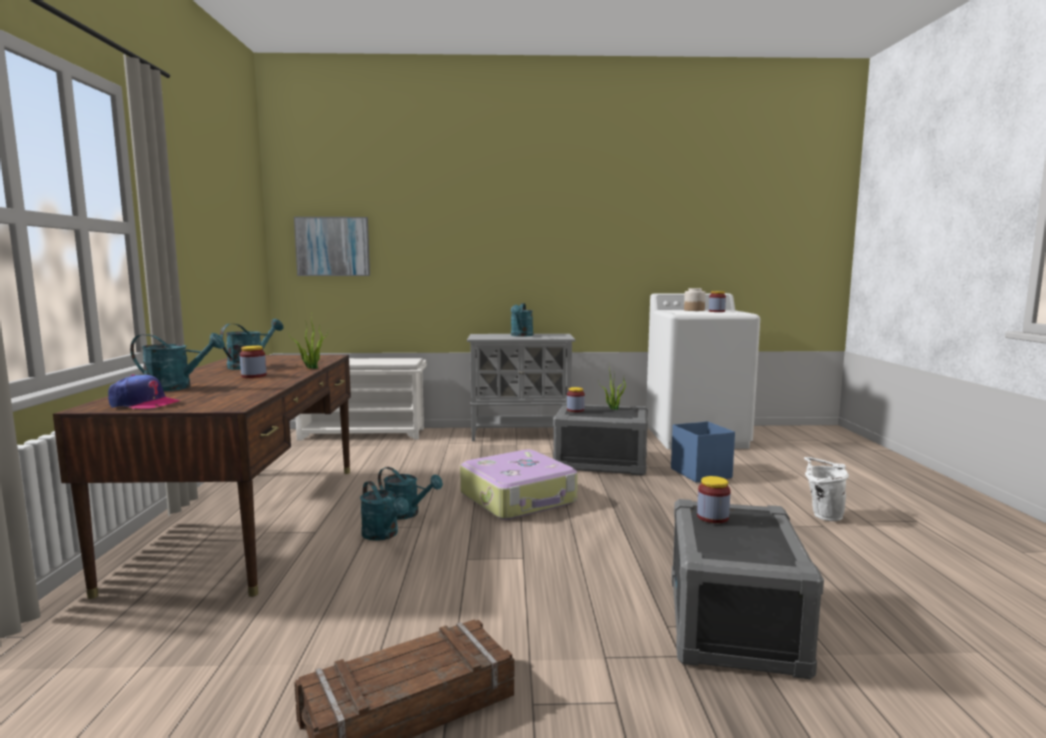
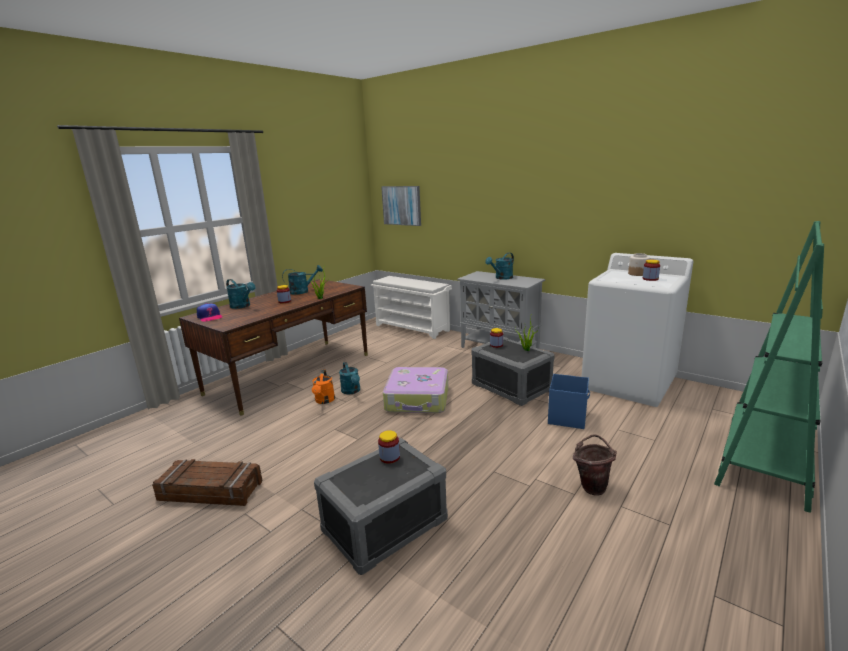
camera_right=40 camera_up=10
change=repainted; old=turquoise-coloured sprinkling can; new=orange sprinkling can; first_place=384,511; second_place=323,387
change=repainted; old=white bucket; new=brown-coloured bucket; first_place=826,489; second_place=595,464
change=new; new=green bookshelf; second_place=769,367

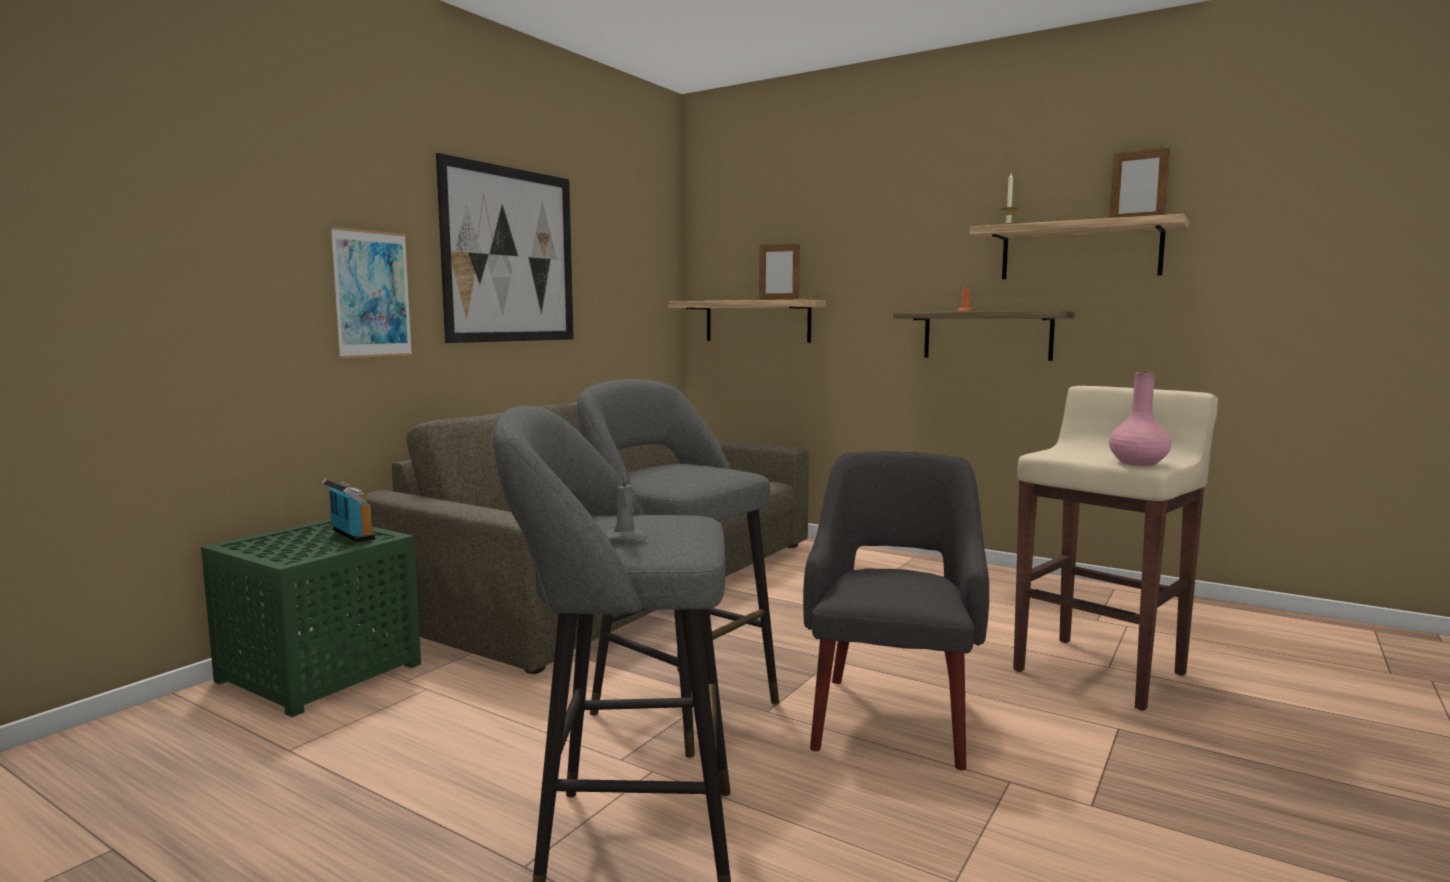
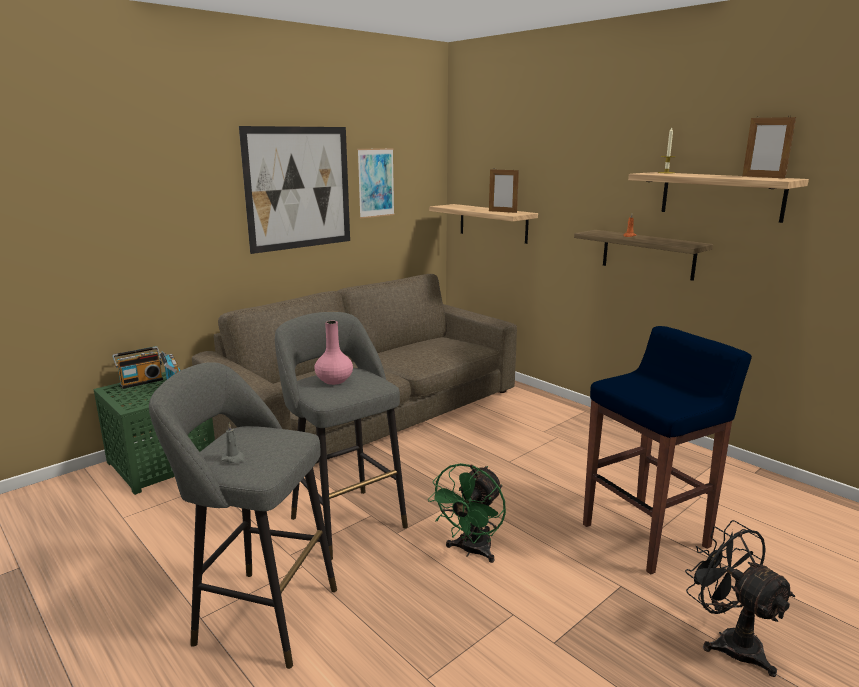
camera_right=15 camera_up=10
change=new; new=radio; second_place=137,367
change=shifted; old=pink-coloured vase; first_place=1140,419; second_place=334,353
change=shifted; old=wall art; first_place=371,292; second_place=376,183
change=swapped; old=gray armchair; new=green cooling fan; first_place=896,610; second_place=467,513
change=repainted; old=beige stool seat; new=blue stool seat; first_place=1115,548; second_place=667,450
change=new; new=black cooling fan; second_place=740,598

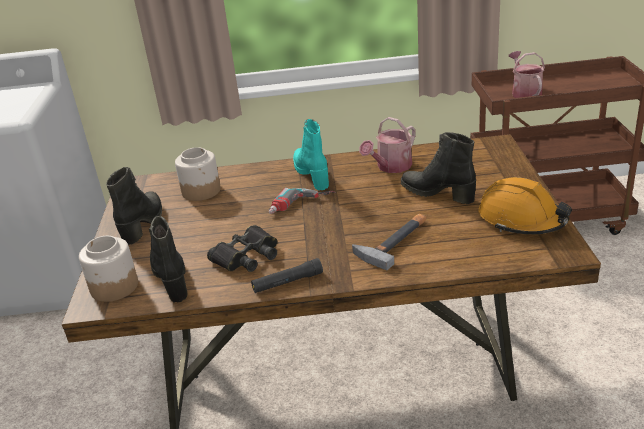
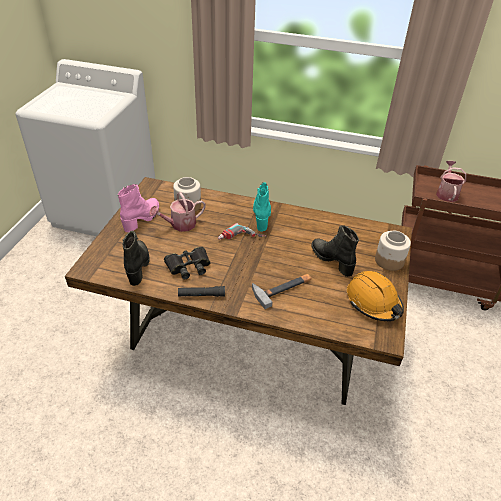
camera_right=15 camera_up=10
change=repainted; old=black high-top boot; new=pink-coloured high-top boot; first_place=134,206; second_place=138,208
change=shifted; old=sprinkling can; first_place=387,145; second_place=177,212
change=shifted; old=storage jar; first_place=108,269; second_place=393,251

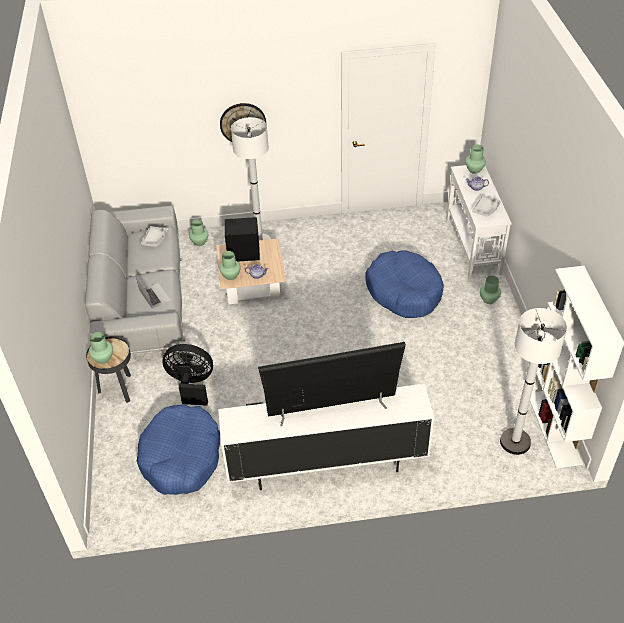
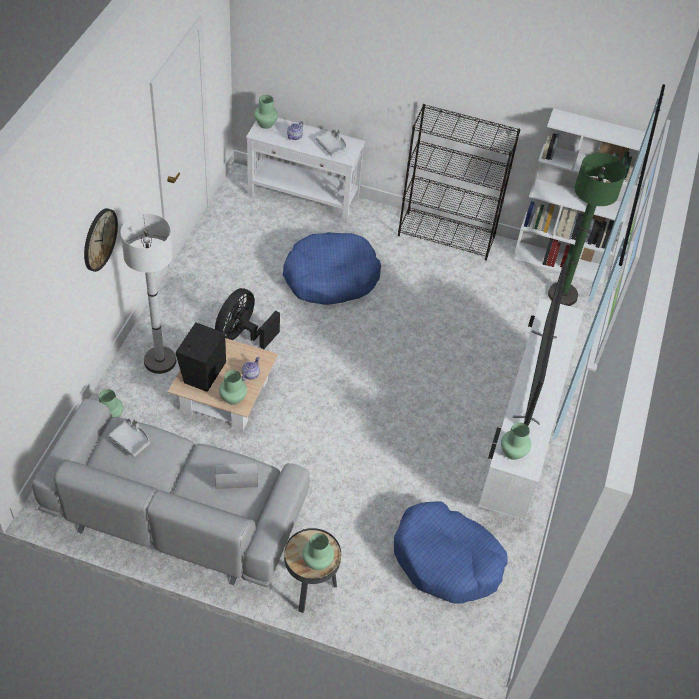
camera_right=-70 camera_up=5
change=shifted; old=black cooling fan; first_place=187,375; second_place=247,318
change=new; new=black bookshelf; second_place=459,182
change=shifted; old=green vase; first_place=490,290; second_place=516,441
change=repainted; old=white floor lamp; new=green floor lamp; first_place=533,381; second_place=587,229

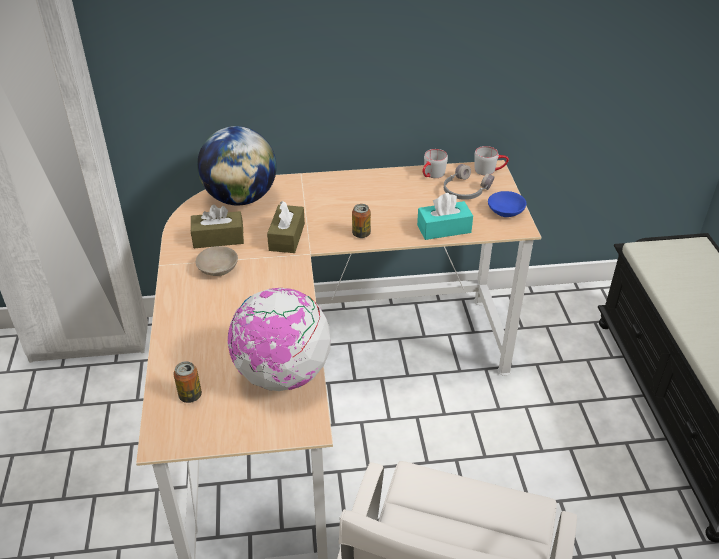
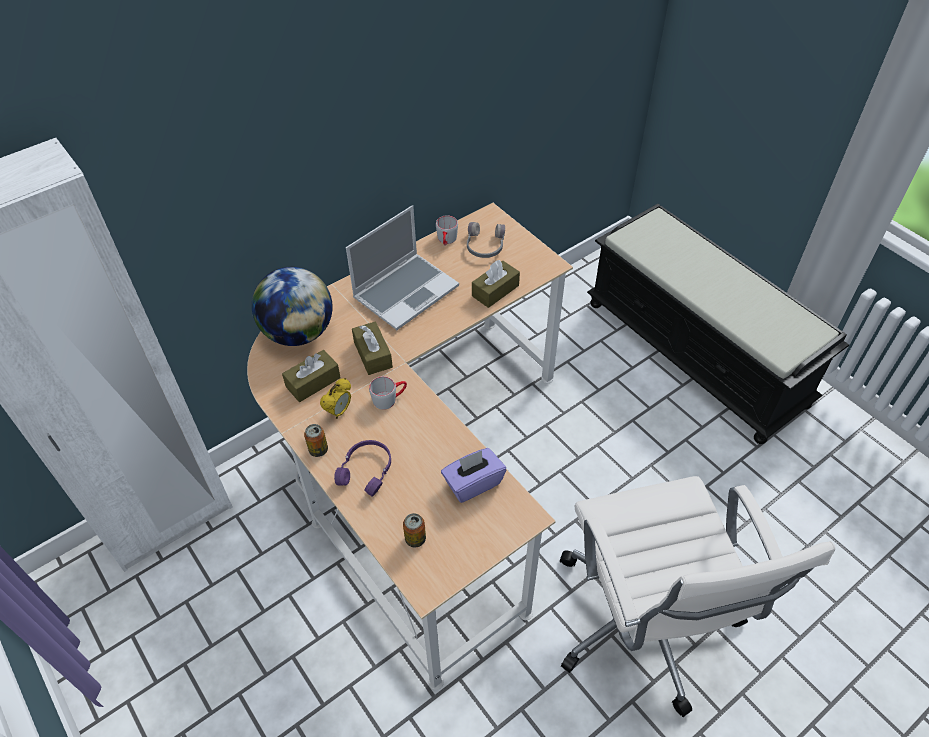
camera_right=-30 camera_up=10
change=shifted; old=sealed can; first_place=361,221; second_place=316,440
change=swapped; old=beige bowl; new=alarm clock; first_place=217,261; second_place=335,398
change=new; new=purple pair of headphones; second_place=362,468
change=new; new=notebook computer; second_place=402,267
change=shifted; old=gray coffee mug; first_place=492,160; second_place=388,393
change=swapped; old=desk globe; new=purple tissue holder; first_place=279,339; second_place=473,475
change=repainted; old=turquoise-coloured tissue holder; new=brown-coloured tissue holder; first_place=445,216; second_place=496,284
change=gone; old=blue bowl; first_place=507,204

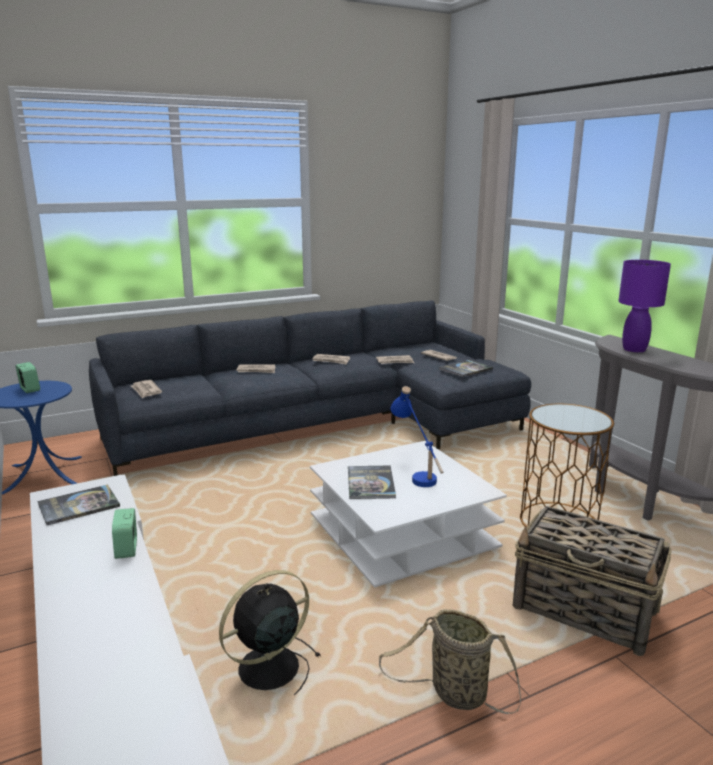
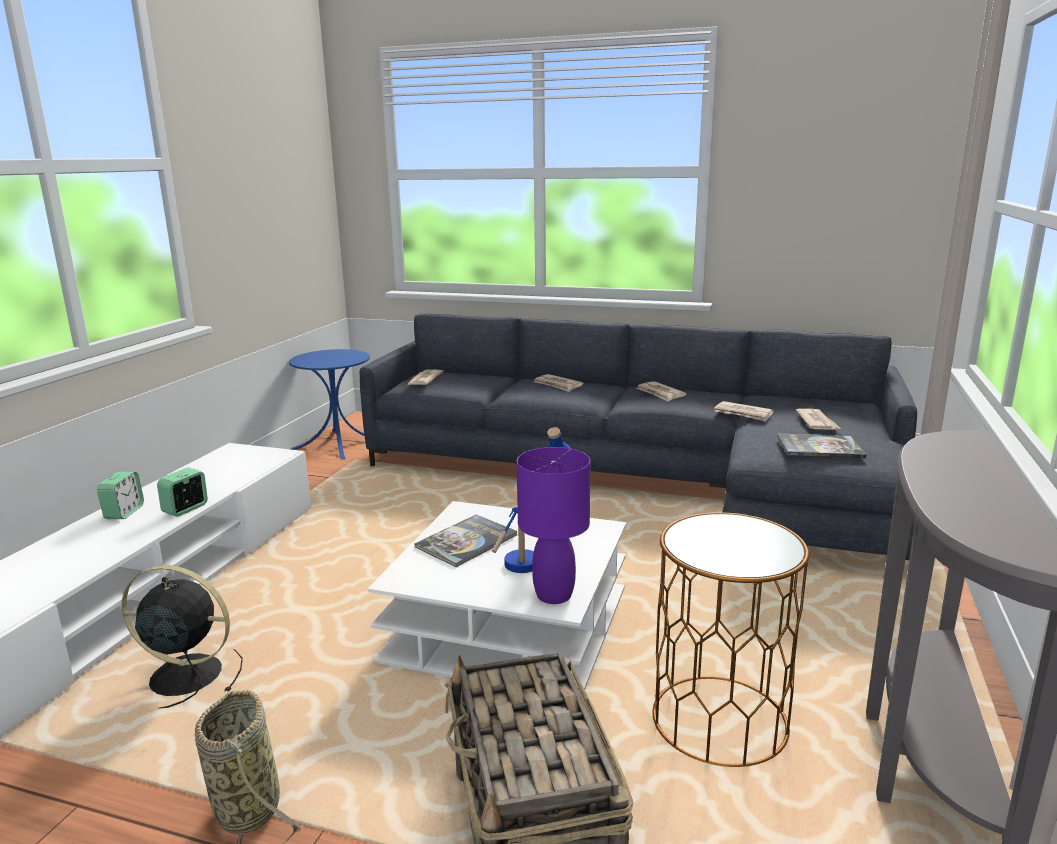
camera_right=45 camera_up=0
change=shifted; old=alarm clock; first_place=28,377; second_place=120,495
change=shifted; old=purple table lamp; first_place=644,306; second_place=553,525
change=gone; old=volume; first_place=78,504

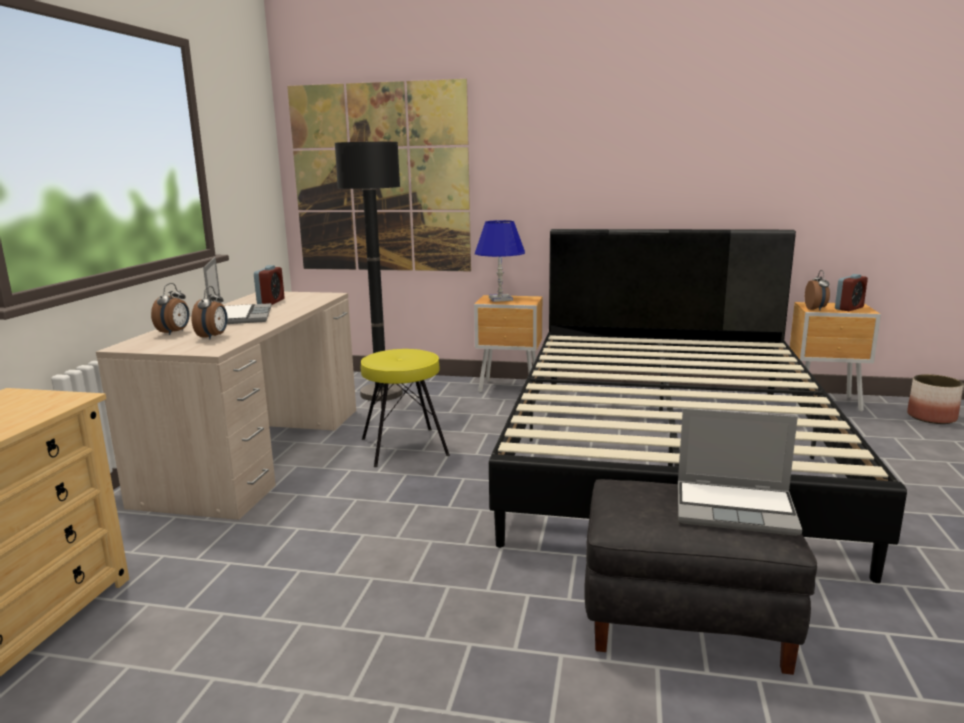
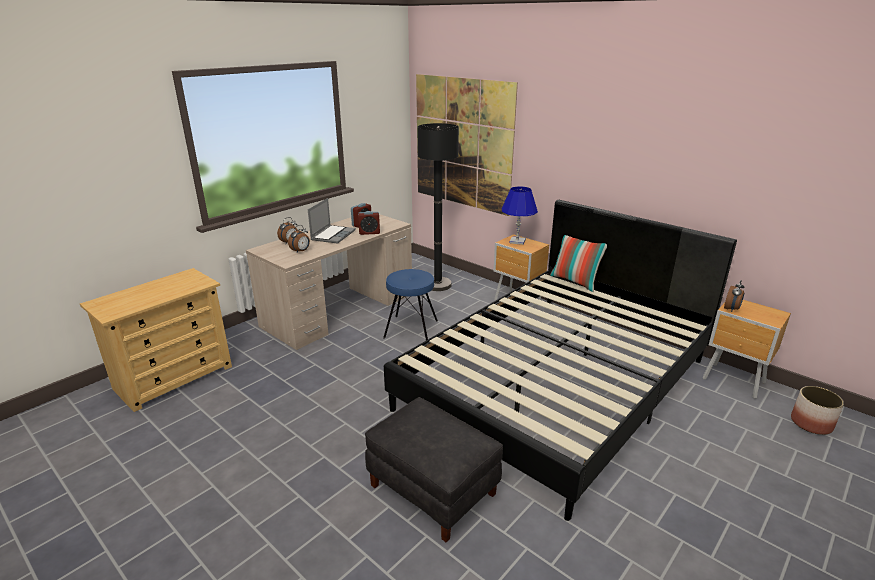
camera_right=30 camera_up=10
change=shifted; old=alarm clock; first_place=851,292; second_place=369,223
change=repainted; old=yellow stool seat; new=blue stool seat; first_place=405,408; second_place=410,304
change=new; new=cushion; second_place=578,263
change=gone; old=notebook computer; first_place=740,472

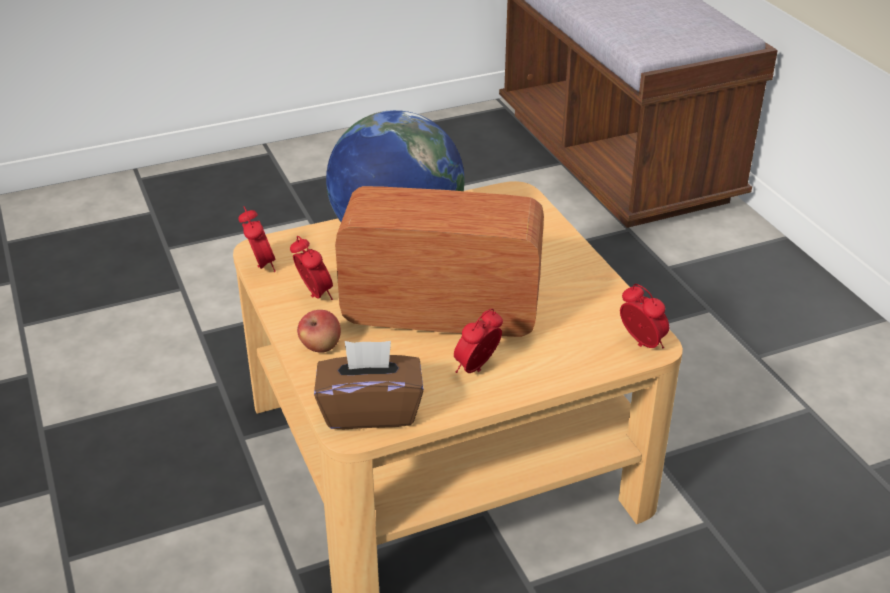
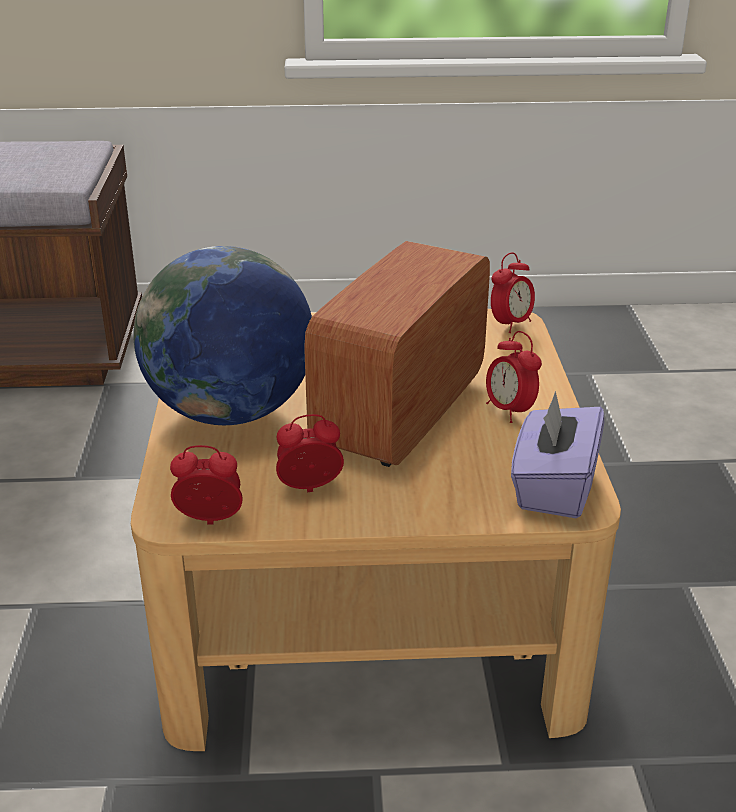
camera_right=-70 camera_up=-5
change=rotated; old=alarm clock; first_place=644,316; second_place=513,292; degrees=150
change=repainted; old=brown-coloured tissue holder; new=purple tissue holder; first_place=369,385; second_place=558,454
change=gone; old=apple fruit; first_place=319,331

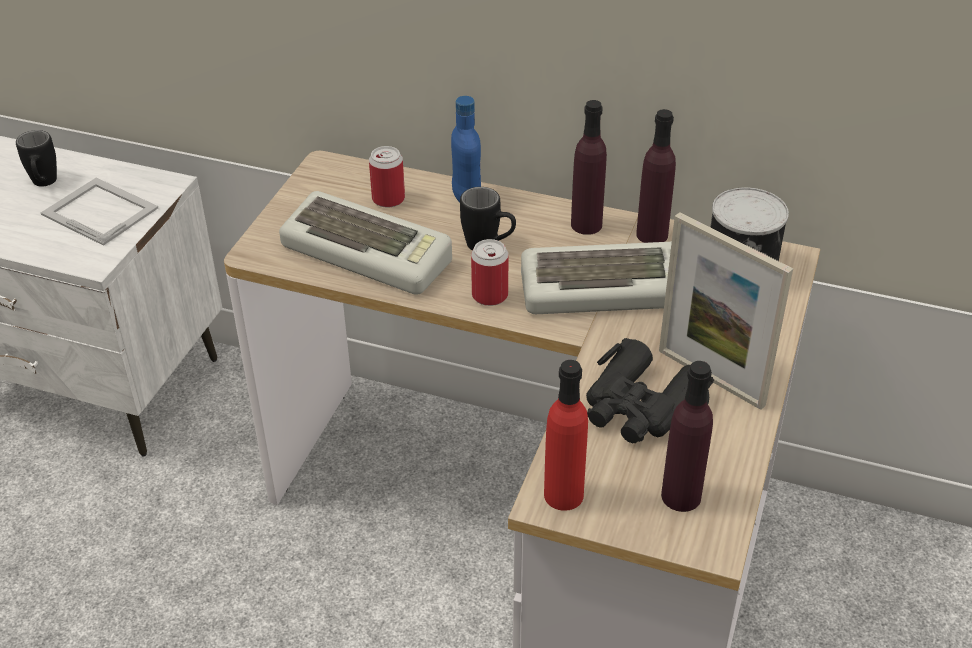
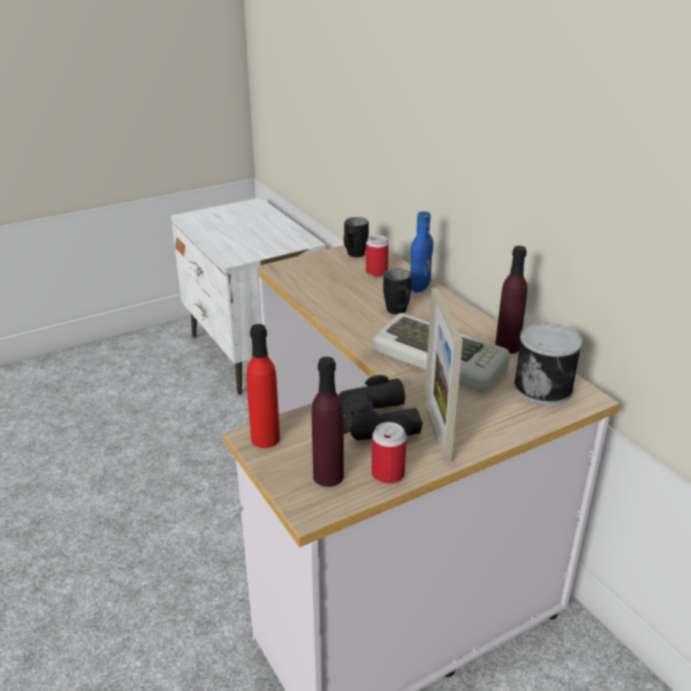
camera_right=40 camera_up=-10
change=shifted; old=black coffee mug; first_place=36,158; second_place=356,237
change=shifted; old=sealed can; first_place=489,272; second_place=389,453
change=gone; old=standing frame; first_place=99,212
change=gone; old=PC keyboard; first_place=365,243
change=gone; old=purple drink bottle; first_place=589,167

